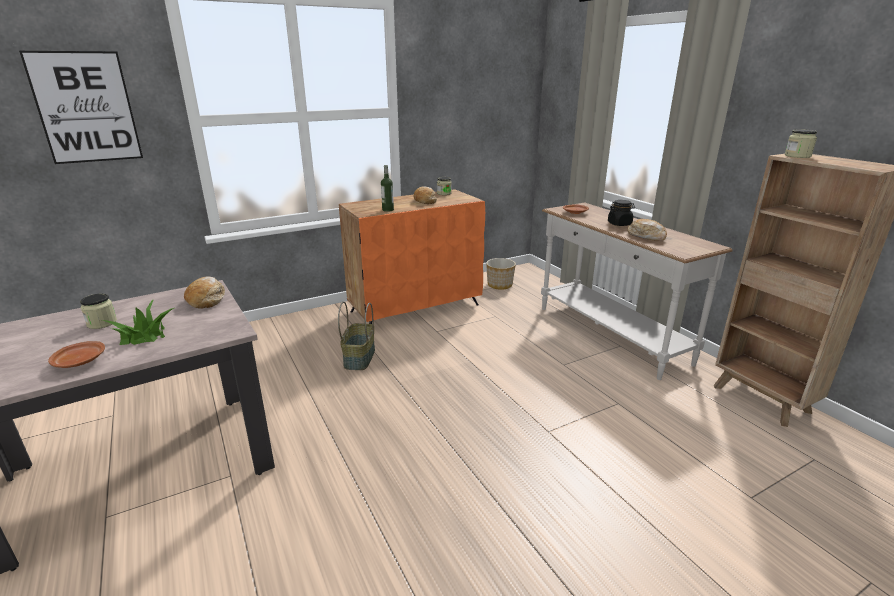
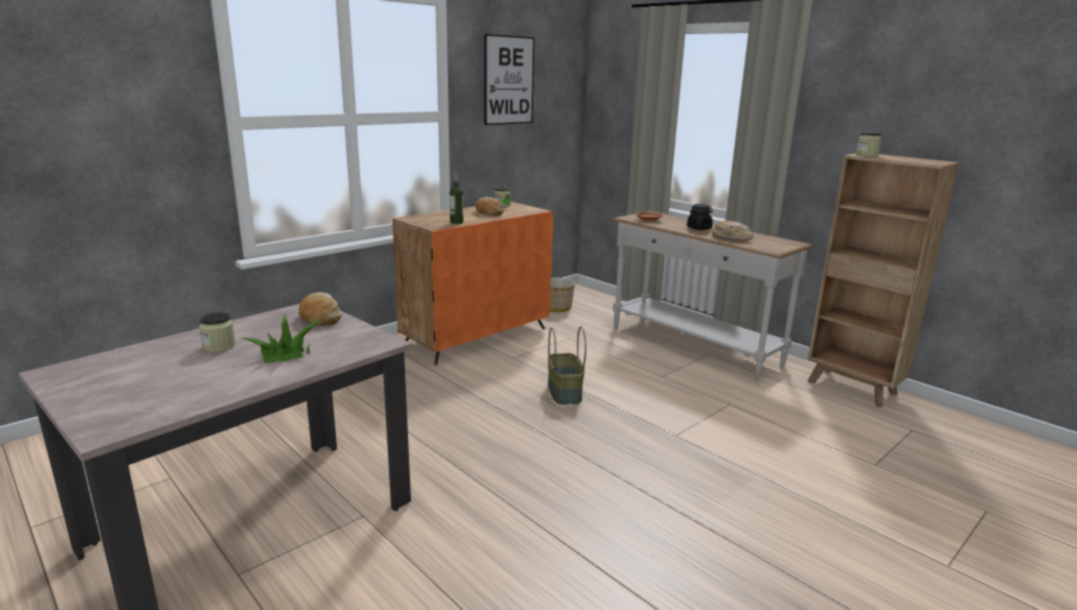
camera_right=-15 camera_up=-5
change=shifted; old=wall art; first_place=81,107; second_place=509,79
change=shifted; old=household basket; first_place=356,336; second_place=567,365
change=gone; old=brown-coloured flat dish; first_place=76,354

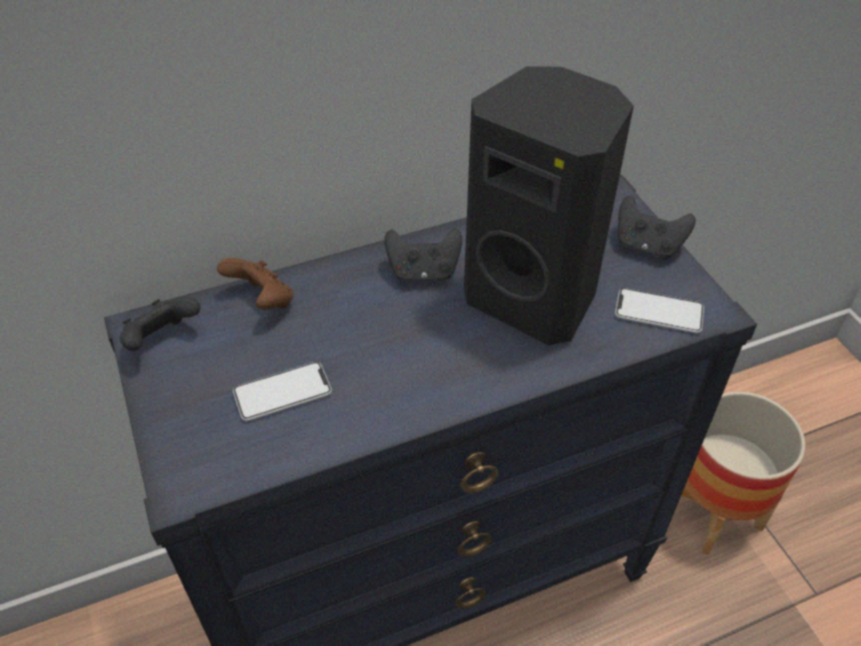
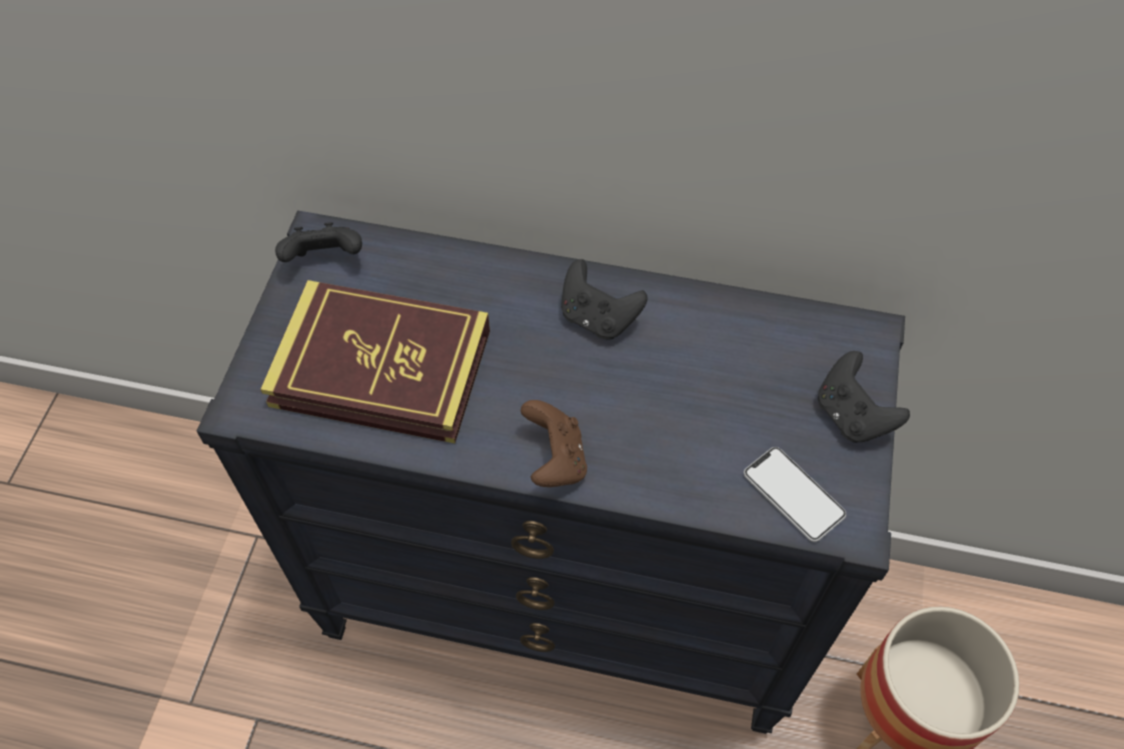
camera_right=35 camera_up=10
change=swapped; old=phone; new=volume; first_place=282,391; second_place=375,361
change=shifted; old=brown-coloured joypad; first_place=255,284; second_place=554,443
change=gone; old=black speaker; first_place=549,205

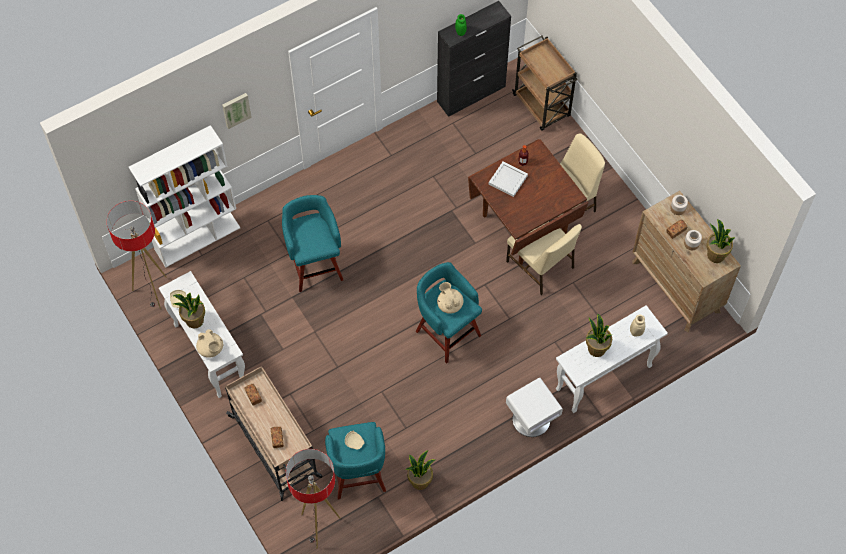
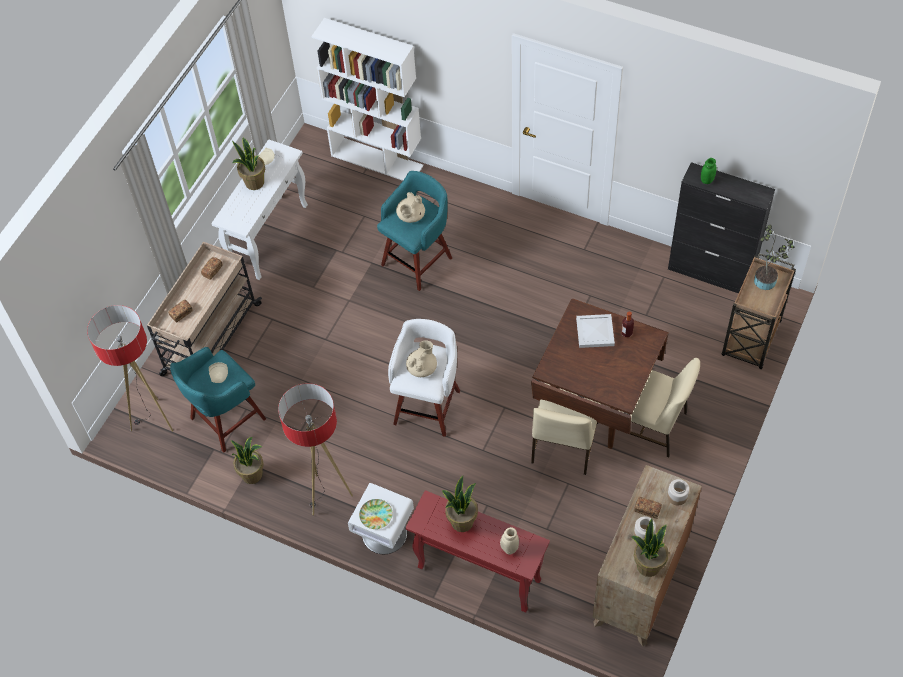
camera_right=60 camera_up=-5
change=shifted; old=floor lamp; first_place=137,255; second_place=315,449
change=new; new=flat dish; second_place=376,514
change=repainted; old=turquoise-coloured stool seat; new=white stool seat; first_place=449,313; second_place=424,378
change=shifted; old=beige tea pot; first_place=209,343; second_place=410,207
change=repainted; old=white hall table; new=red hall table; first_place=612,359; second_place=477,551
change=new; new=houseplant; second_place=774,257
change=gone; old=wall art; first_place=237,111

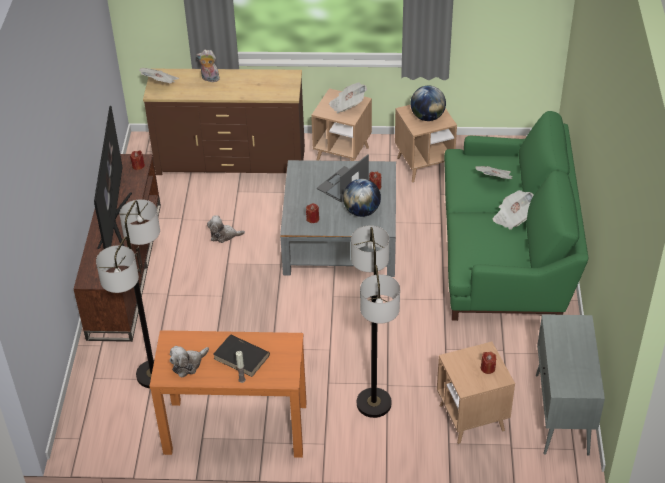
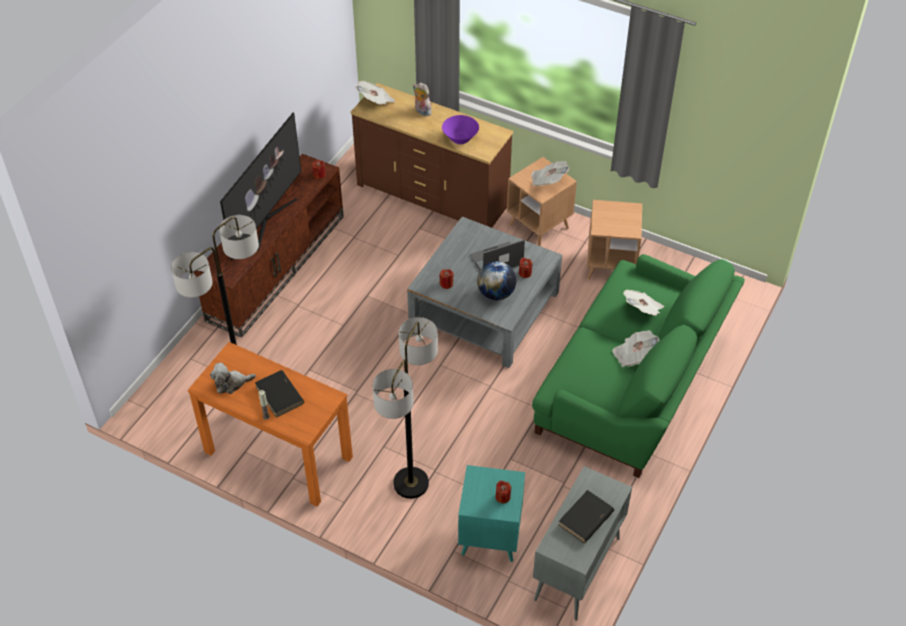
camera_right=25 camera_up=5
change=new; new=purple bowl; second_place=460,129
change=repainted; old=brown-coloured side table; new=turquoise-coloured side table; first_place=476,392; second_place=491,513
change=new; new=black volume; second_place=586,516
change=gone; old=cuddly toy; first_place=226,229
change=gone; old=desk globe; first_place=428,103

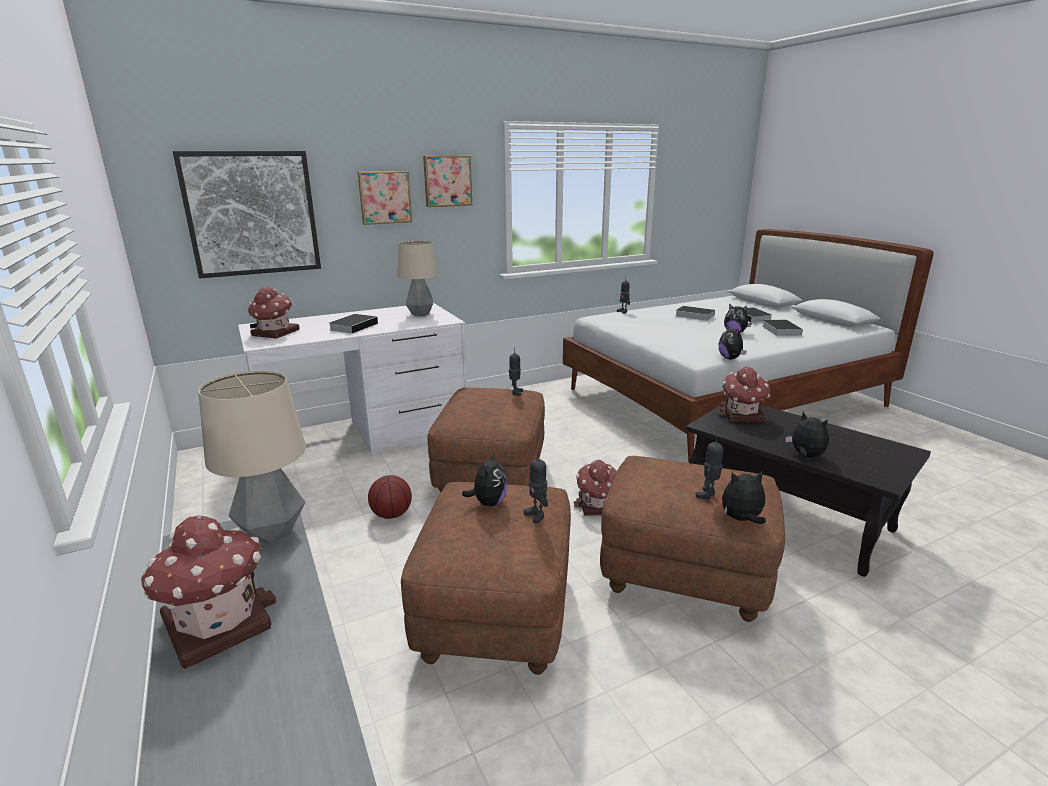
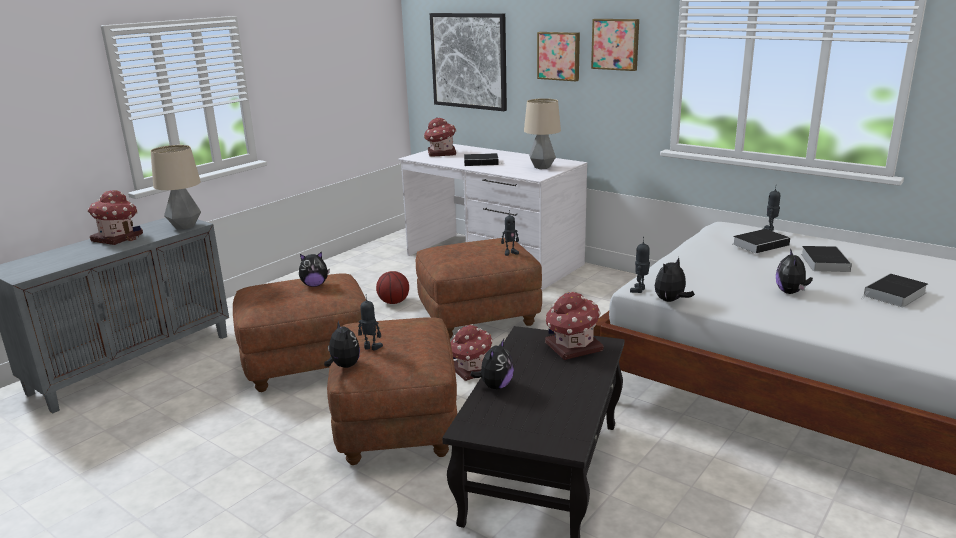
camera_right=65 camera_up=0
change=shifted; old=robot figure; first_place=536,487; second_place=640,265
change=shifted; old=volume; first_place=782,328; second_place=761,241

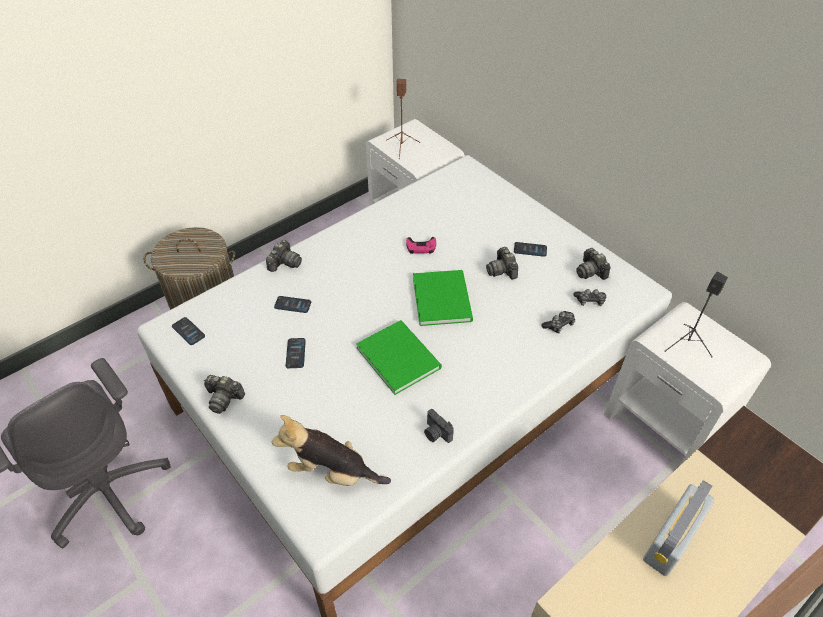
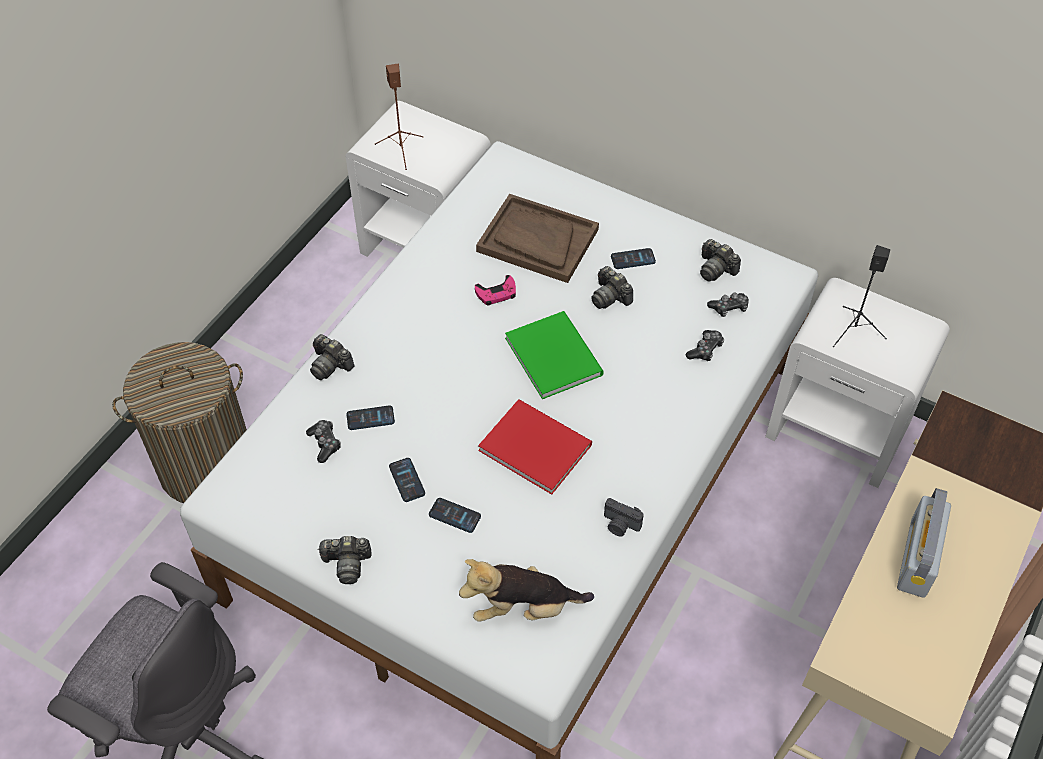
camera_right=-20 camera_up=5
change=new; new=joypad; second_place=323,441
change=rotated; old=still camera; first_place=284,256; second_place=332,357; degrees=120
change=shifted; old=phone; first_place=188,331; second_place=455,515
change=new; new=brown-coloured tray; second_place=537,238
change=repainted; old=green volume; new=red volume; first_place=399,357; second_place=535,447

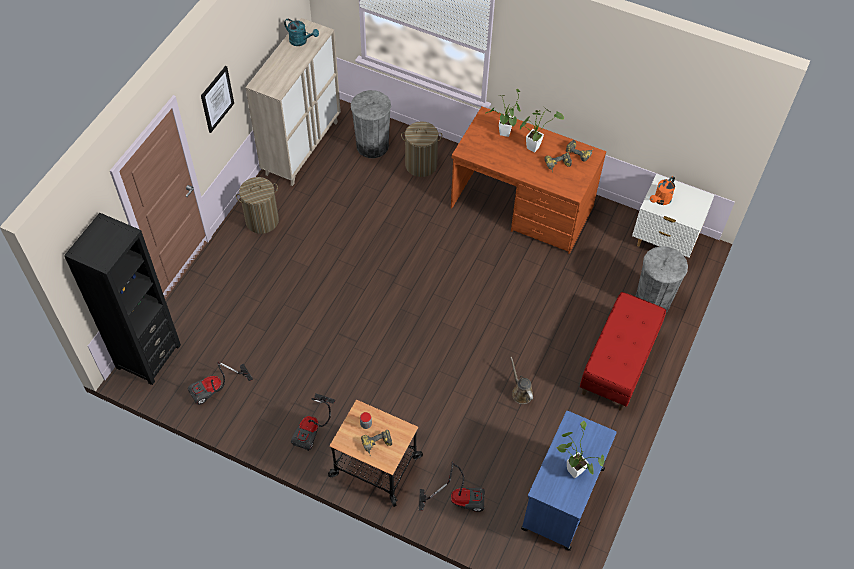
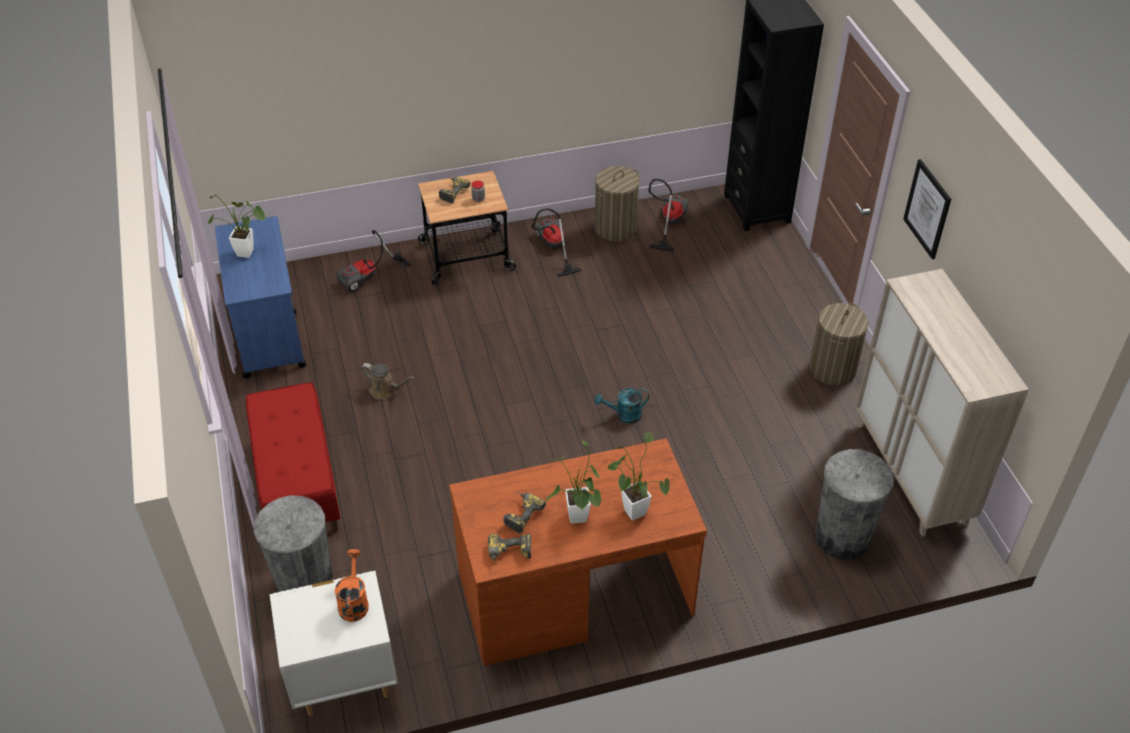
camera_right=140 camera_up=-10
change=shifted; old=hamper; first_place=421,149; second_place=617,204
change=shifted; old=turquoise-coloured sprinkling can; first_place=301,32; second_place=622,406

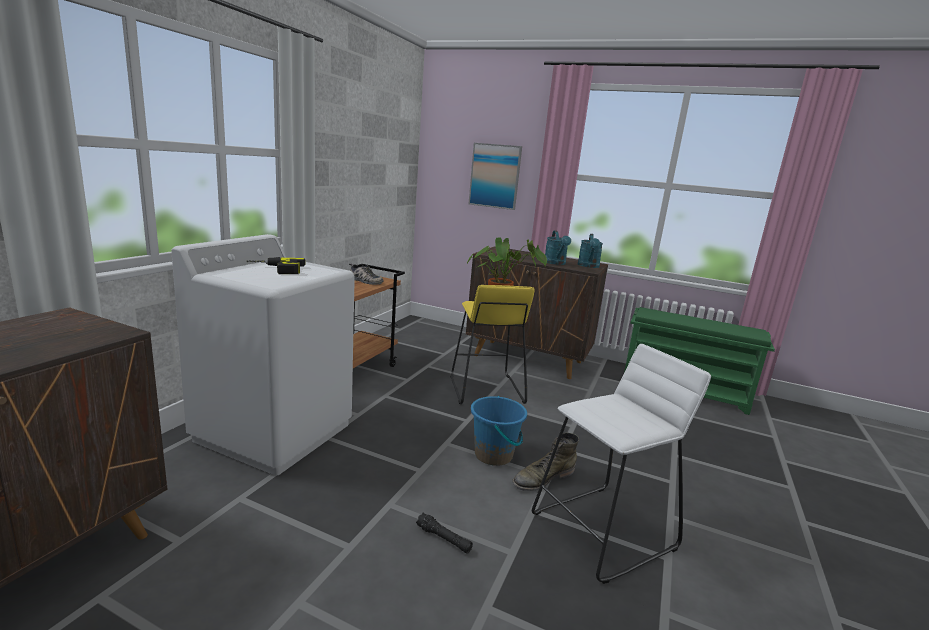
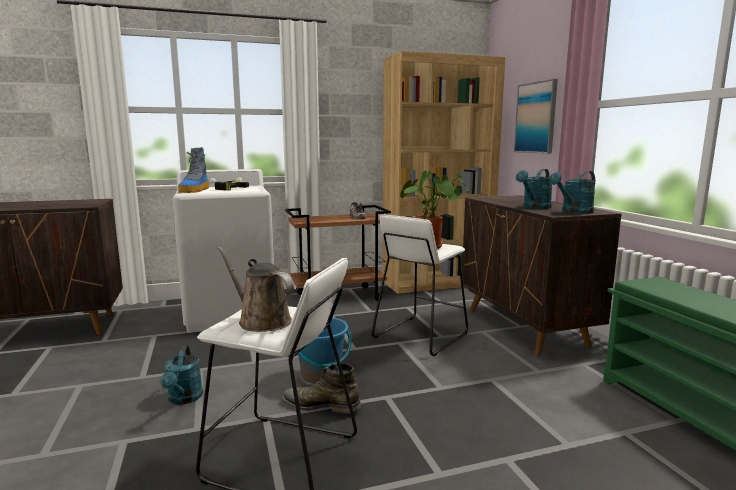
camera_right=50 camera_up=-5
change=swapped; old=black hand torch; new=turquoise-coloured sprinkling can; first_place=444,533; second_place=181,375
change=new; new=high-top boot; second_place=193,170
change=new; new=brown-coloured sprinkling can; second_place=255,289
change=repainted; old=yellow stool seat; new=white stool seat; first_place=493,344; second_place=420,285
change=new; new=brown-coloured bookshelf; second_place=443,172

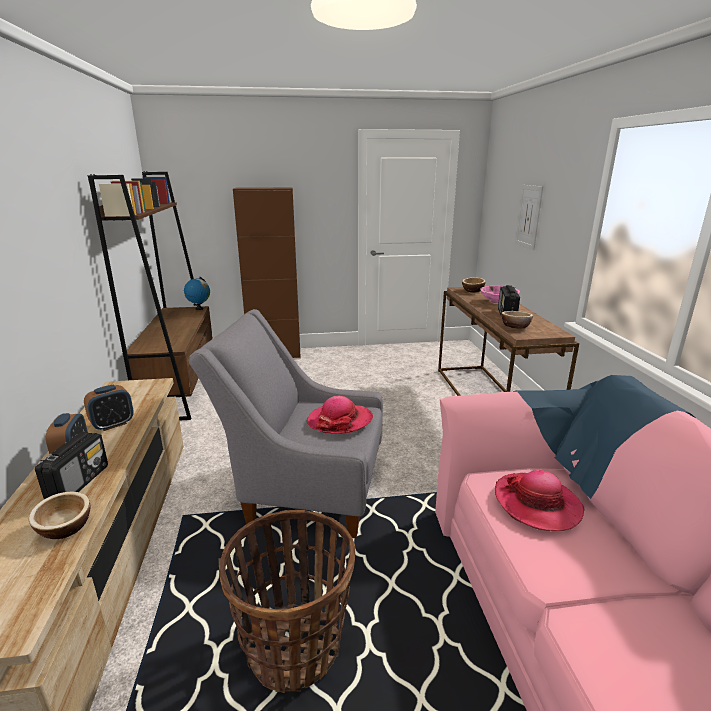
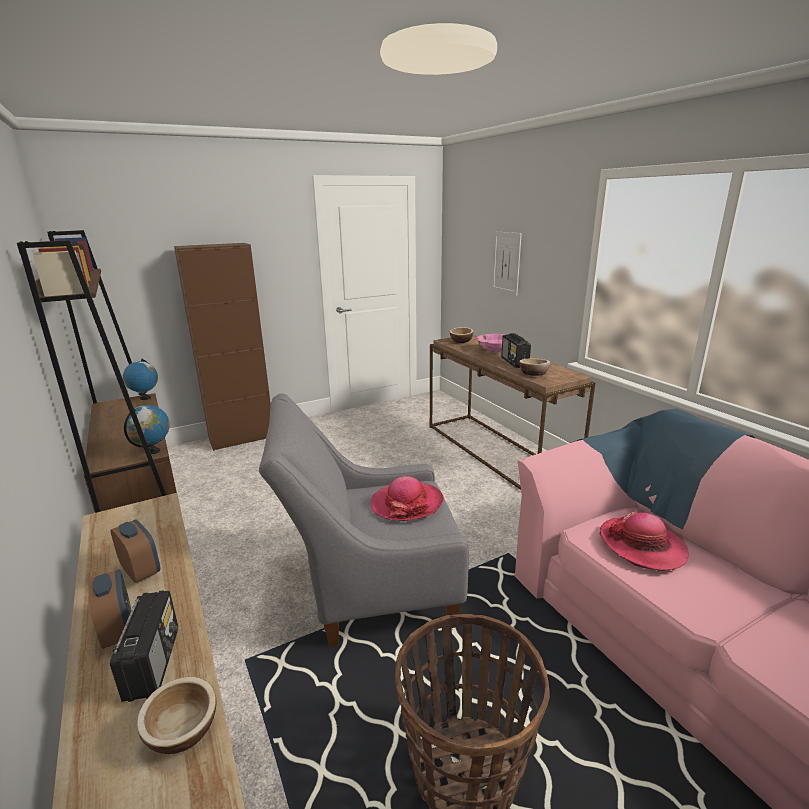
camera_right=-20 camera_up=0
change=rotated; old=alarm clock; first_place=109,408; second_place=136,551; degrees=-75
change=new; new=desk globe; second_place=147,429

